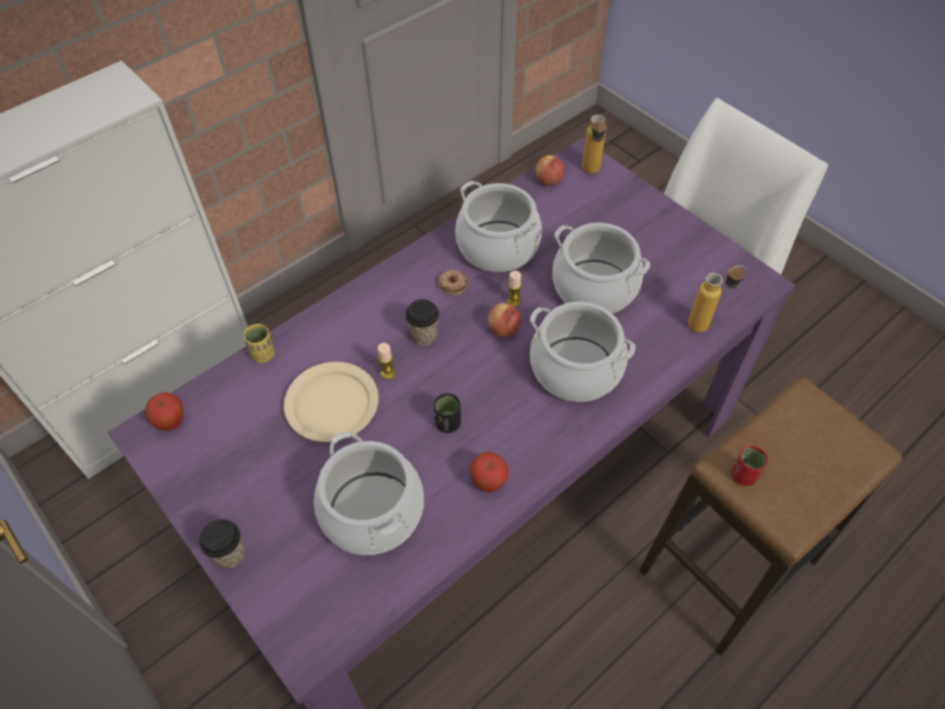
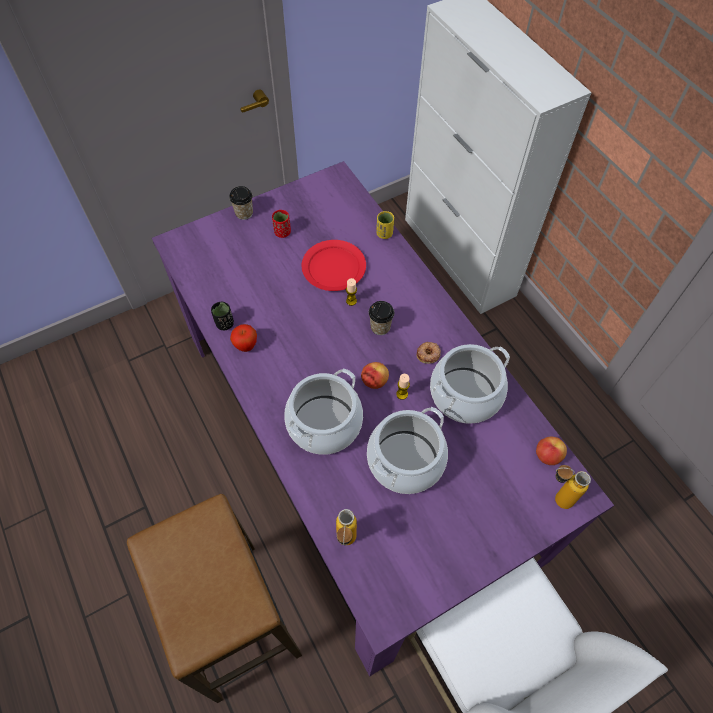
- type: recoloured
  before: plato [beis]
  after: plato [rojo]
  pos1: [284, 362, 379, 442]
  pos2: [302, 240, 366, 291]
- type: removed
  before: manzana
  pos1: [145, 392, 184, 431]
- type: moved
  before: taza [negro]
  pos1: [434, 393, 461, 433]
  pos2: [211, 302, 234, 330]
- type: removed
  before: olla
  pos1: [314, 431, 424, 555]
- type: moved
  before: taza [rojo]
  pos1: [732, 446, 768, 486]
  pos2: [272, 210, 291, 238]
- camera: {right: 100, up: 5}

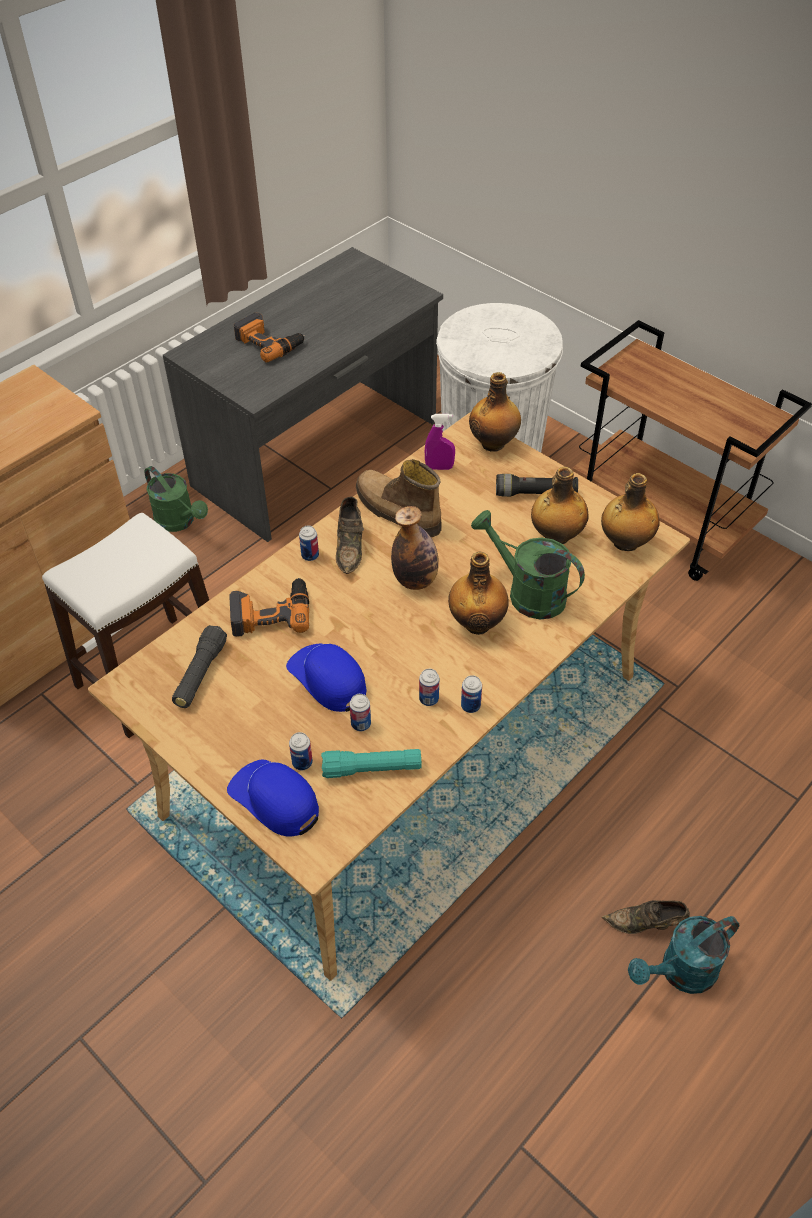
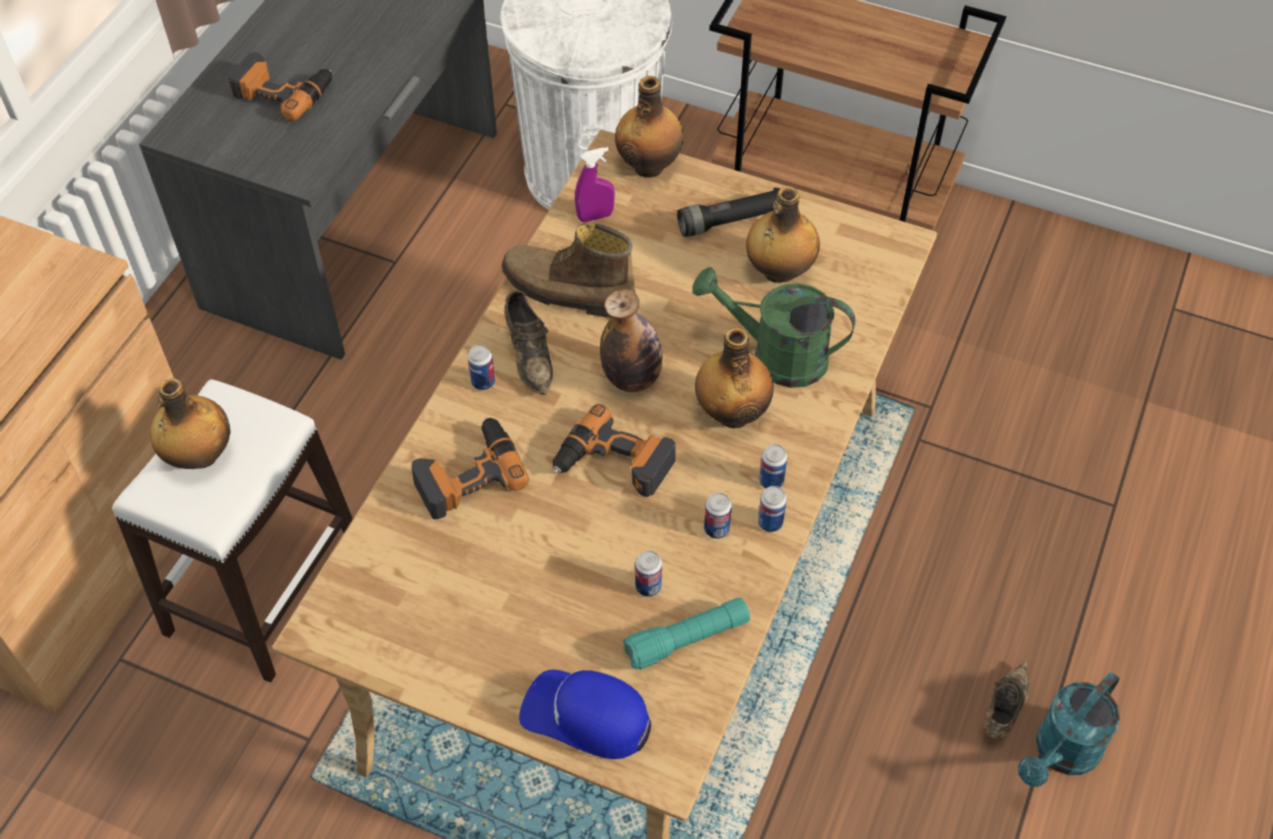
- type: removed
  before: regadera [verde]
  pos1: [145, 466, 208, 532]
- type: moved
  before: botella
  pos1: [601, 473, 660, 551]
  pos2: [150, 378, 230, 469]
- type: removed
  before: linterna [negro]
  pos1: [172, 625, 227, 708]
- type: removed
  before: gorra [azul]
  pos1: [286, 644, 367, 712]
- type: moved
  before: lata
  pos1: [289, 732, 313, 771]
  pos2: [759, 444, 787, 488]
- type: turned
  before: zapato [marrón]
  pos1: [602, 900, 690, 934]
  pos2: [985, 660, 1029, 739]
  turn: 135
- type: added
  after: taladro
  pos2: [553, 404, 676, 497]
- camera: {right: -20, up: 5}

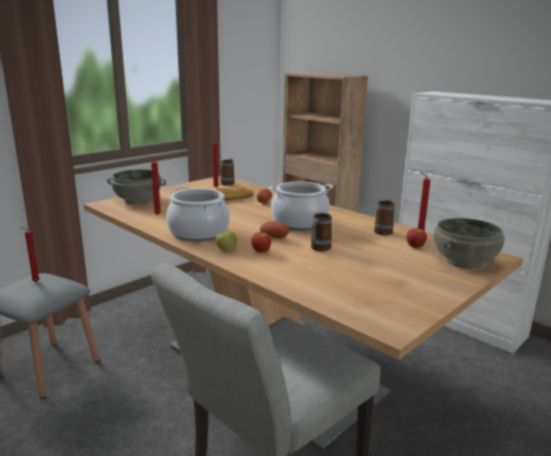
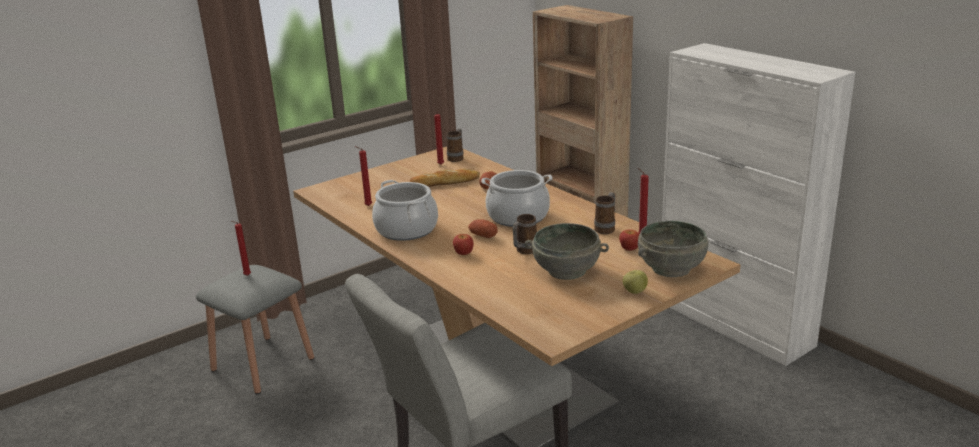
- type: moved
  before: cuenco [gris]
  pos1: [107, 169, 166, 205]
  pos2: [525, 223, 609, 280]
- type: moved
  before: manzana
  pos1: [215, 231, 237, 251]
  pos2: [623, 270, 648, 294]
- camera: {right: 10, up: 5}

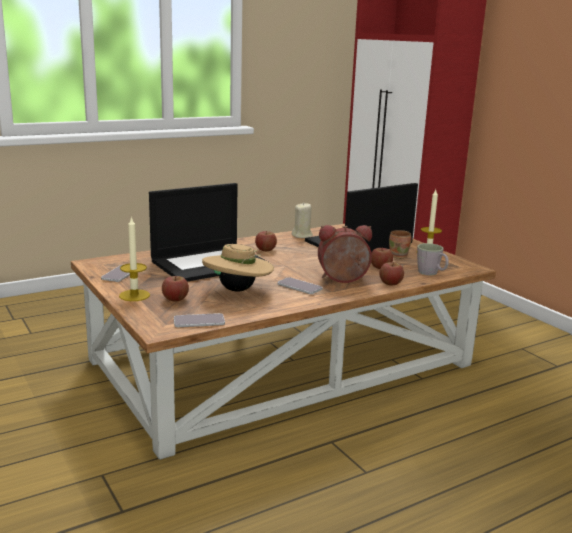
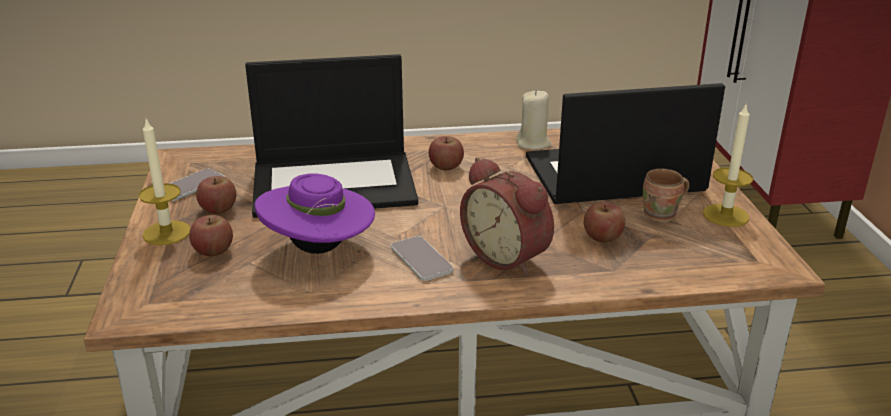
- type: turned
  before: despertador
  pos1: [318, 225, 372, 283]
  pos2: [460, 157, 554, 276]
  turn: -150
- type: removed
  before: taza grande [gris]
  pos1: [417, 243, 449, 275]
- type: recoloured
  before: sombrero [beis]
  after: sombrero [morado]
  pos1: [202, 244, 274, 292]
  pos2: [255, 174, 375, 254]
- type: moved
  before: manzana
  pos1: [379, 262, 404, 285]
  pos2: [196, 176, 236, 214]
- type: removed
  before: móvil
  pos1: [174, 313, 225, 327]
- camera: {right: 25, up: 10}

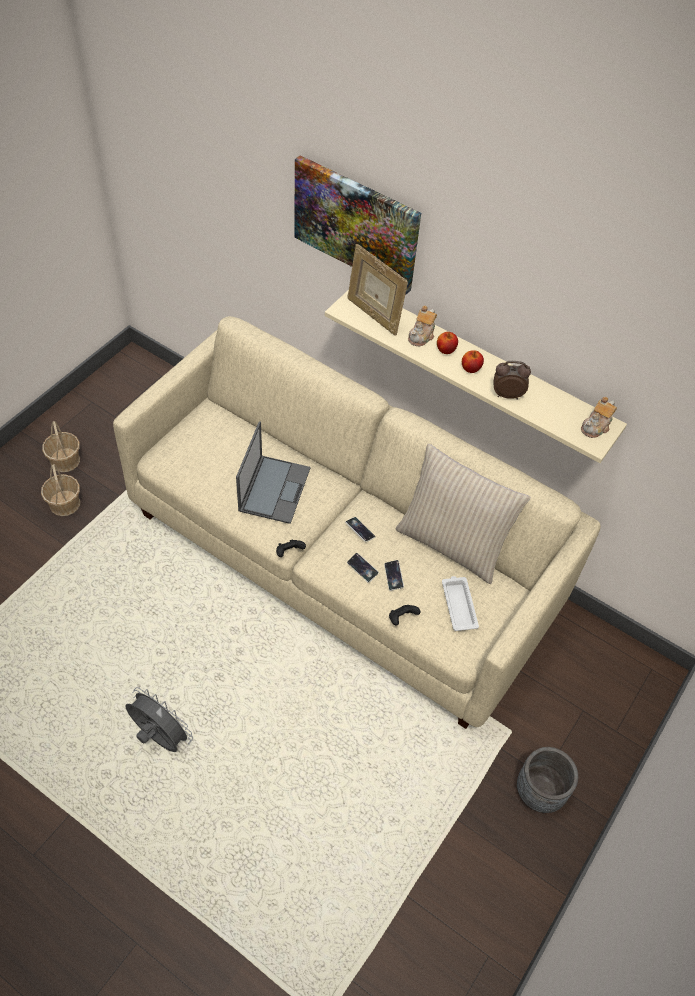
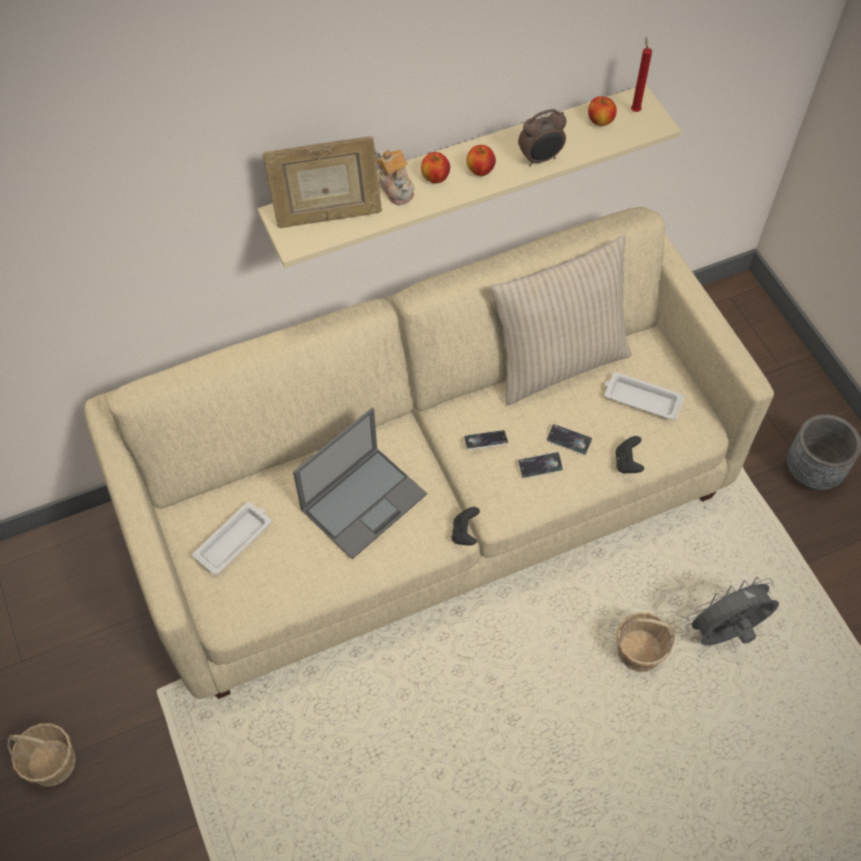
- type: removed
  before: cuadro
  pos1: [294, 155, 421, 295]
- type: turned
  before: despertador
  pos1: [493, 361, 531, 400]
  pos2: [518, 109, 567, 166]
  turn: -150
- type: replaced
  before: tetera
  after: vela [rojo]
  pos1: [581, 397, 617, 438]
  pos2: [631, 37, 652, 112]
- type: turned
  before: portátil
  pos1: [236, 421, 310, 524]
  pos2: [293, 407, 427, 559]
  turn: 90
- type: moved
  before: cesta
  pos1: [41, 464, 80, 516]
  pos2: [617, 612, 675, 672]
- type: moved
  before: ventilador [gris]
  pos1: [125, 687, 193, 752]
  pos2: [684, 577, 779, 645]
- type: added
  after: manzana
  pos2: [588, 96, 617, 126]
- type: added
  after: bandeja [blanco]
  pos2: [192, 502, 271, 575]
- camera: {right: -55, up: 5}

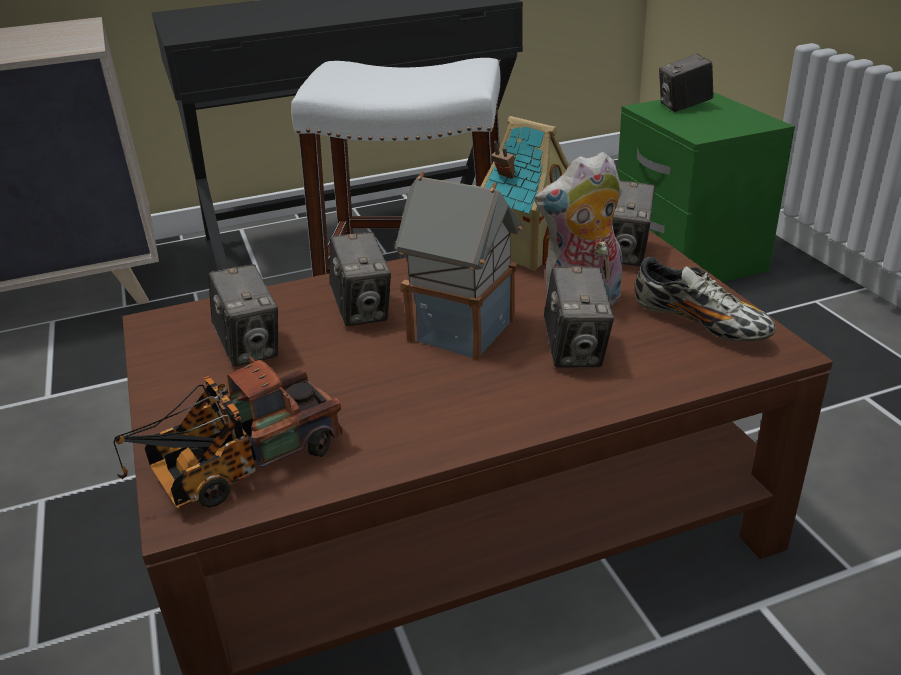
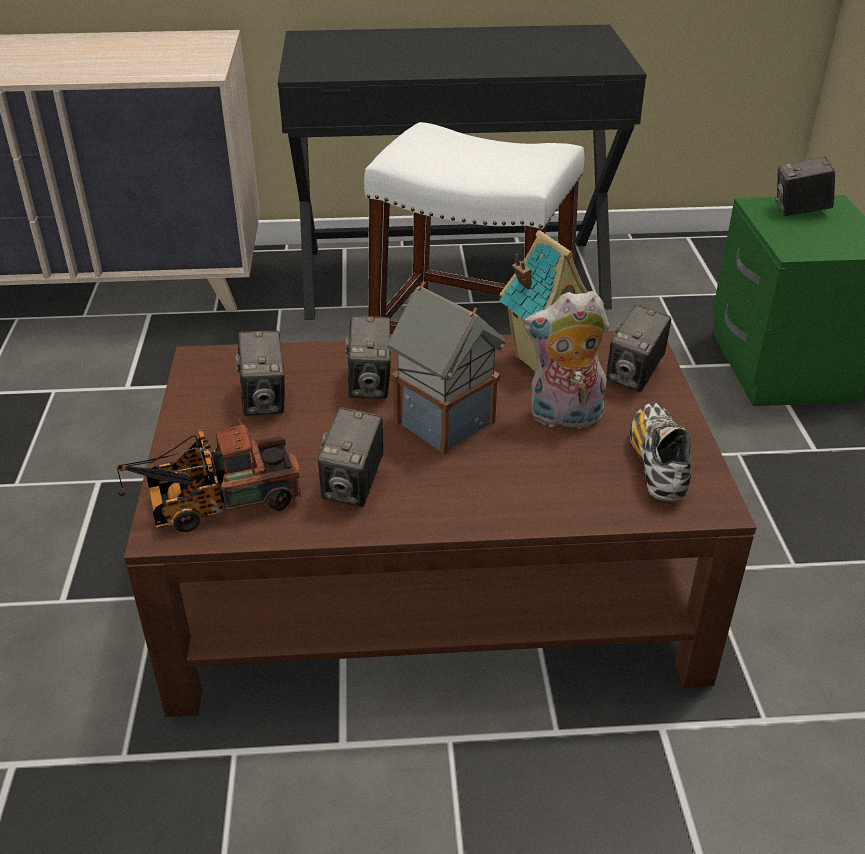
- type: turned
  before: zapato
  pos1: [635, 256, 776, 342]
  pos2: [630, 403, 692, 502]
  turn: -150
- type: moved
  before: cámara
  pos1: [544, 266, 614, 368]
  pos2: [318, 407, 383, 507]
- camera: {right: 15, up: 5}

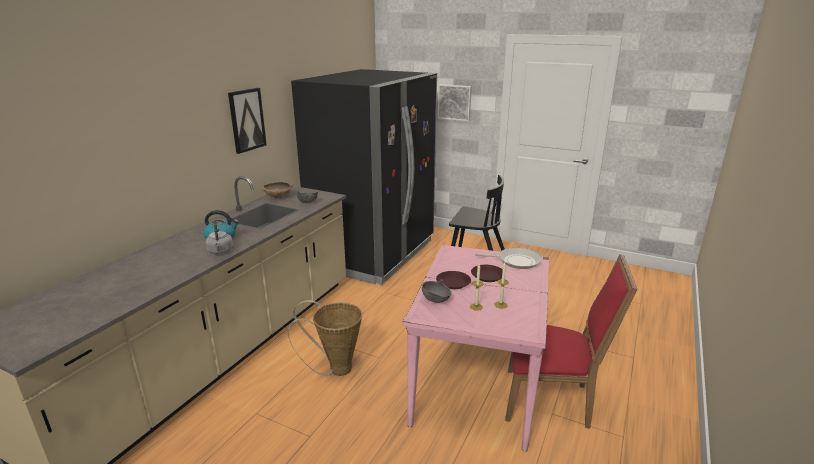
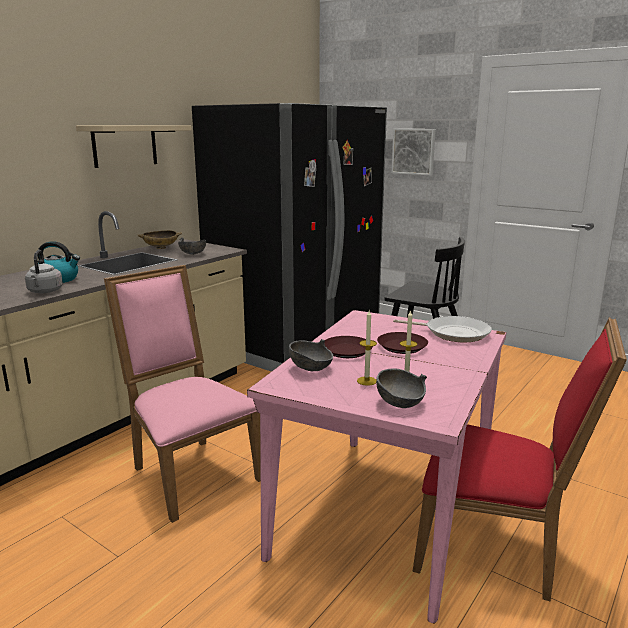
- type: replaced
  before: cuadro
  after: estante [beis]
  pos1: [228, 88, 267, 154]
  pos2: [76, 125, 191, 168]
- type: replaced
  before: cesta
  after: silla [rosa]
  pos1: [287, 300, 362, 376]
  pos2: [104, 265, 261, 523]
- type: added
  after: cuenco [gris]
  pos2: [376, 369, 427, 408]
- camera: {right: 10, up: -5}

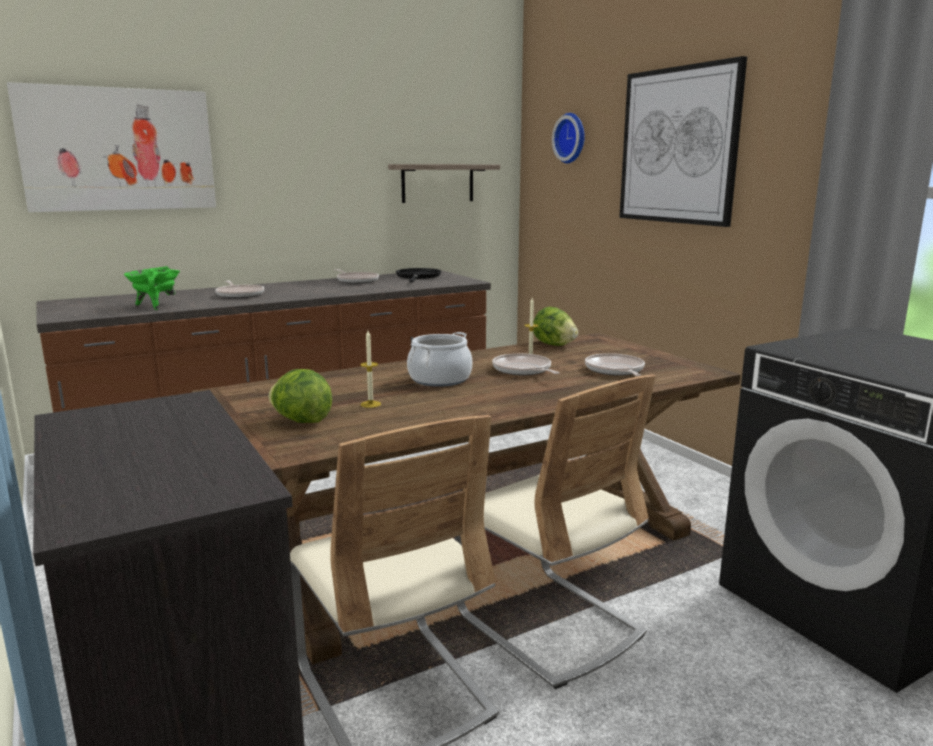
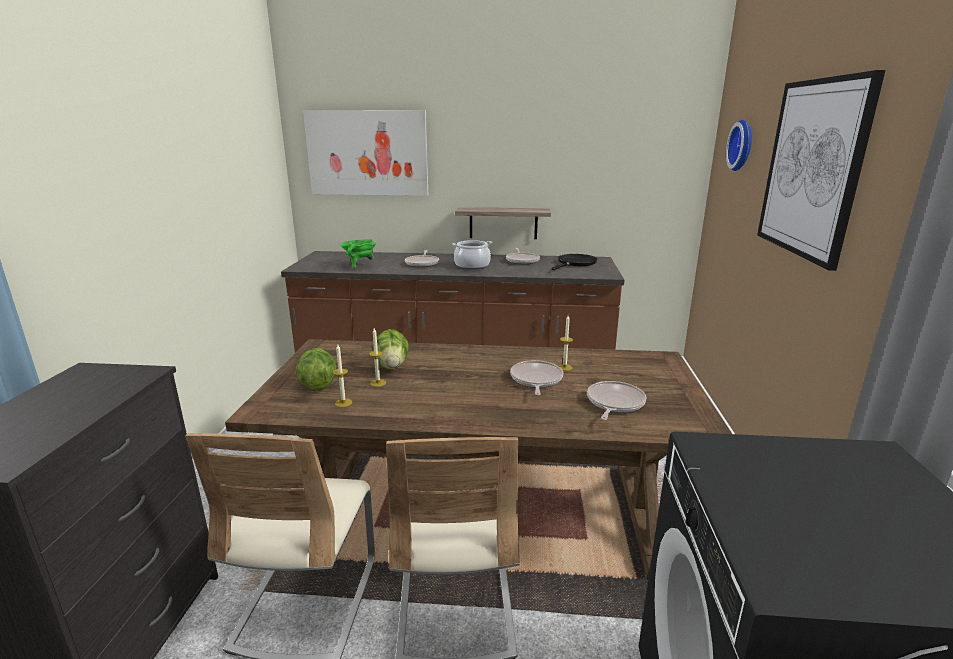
- type: moved
  before: estante
  pos1: [388, 164, 500, 203]
  pos2: [455, 207, 551, 239]
- type: moved
  before: lechuga
  pos1: [533, 307, 578, 346]
  pos2: [373, 329, 409, 369]
- type: moved
  before: olla
  pos1: [407, 332, 472, 387]
  pos2: [452, 240, 492, 270]
- type: added
  after: vela
  pos2: [333, 345, 352, 407]
- camera: {right: 35, up: 5}

